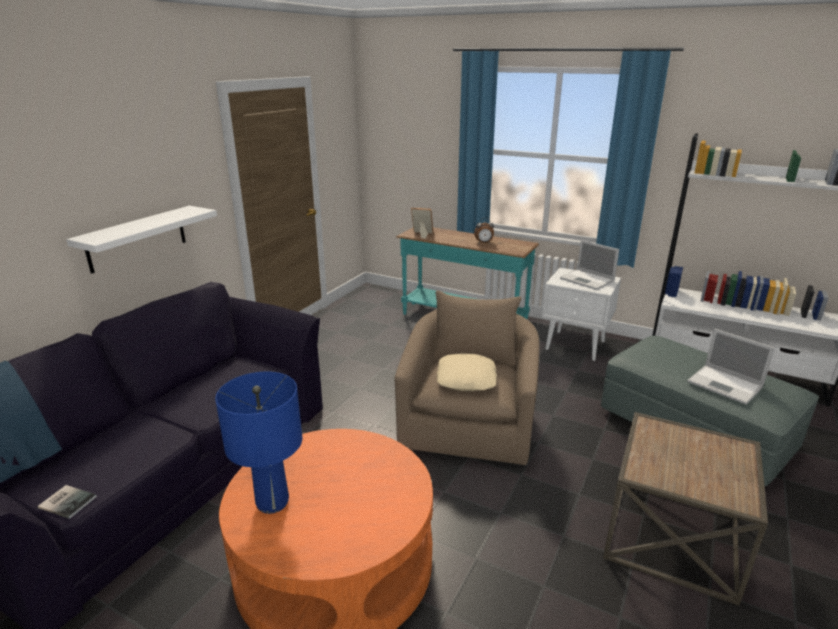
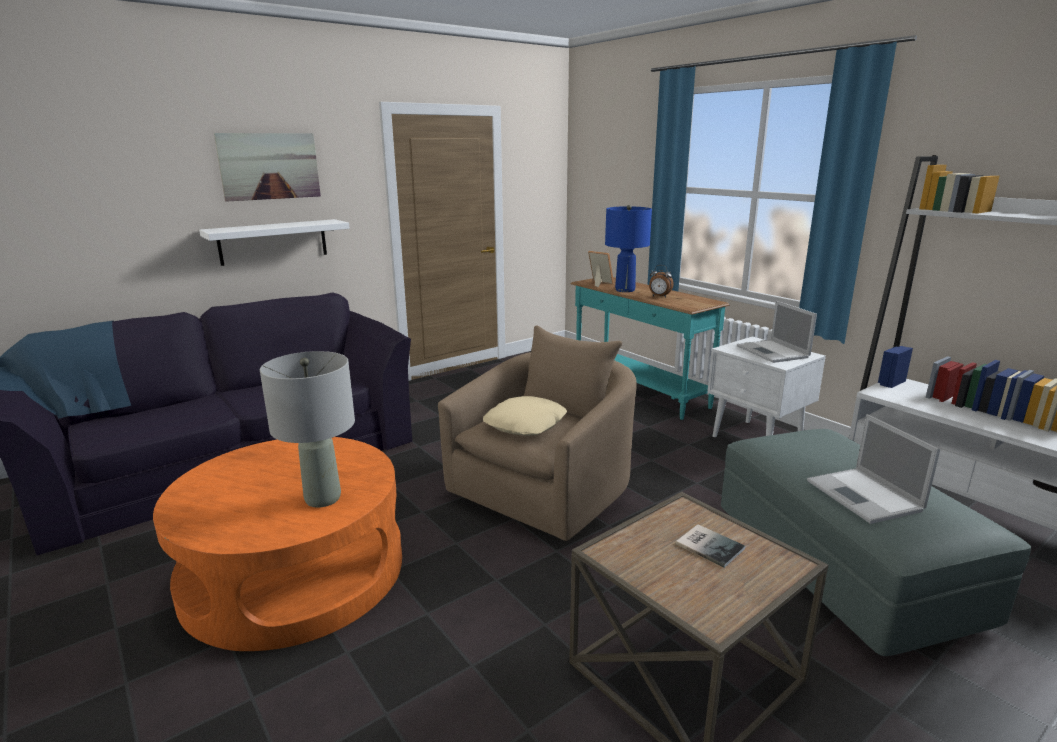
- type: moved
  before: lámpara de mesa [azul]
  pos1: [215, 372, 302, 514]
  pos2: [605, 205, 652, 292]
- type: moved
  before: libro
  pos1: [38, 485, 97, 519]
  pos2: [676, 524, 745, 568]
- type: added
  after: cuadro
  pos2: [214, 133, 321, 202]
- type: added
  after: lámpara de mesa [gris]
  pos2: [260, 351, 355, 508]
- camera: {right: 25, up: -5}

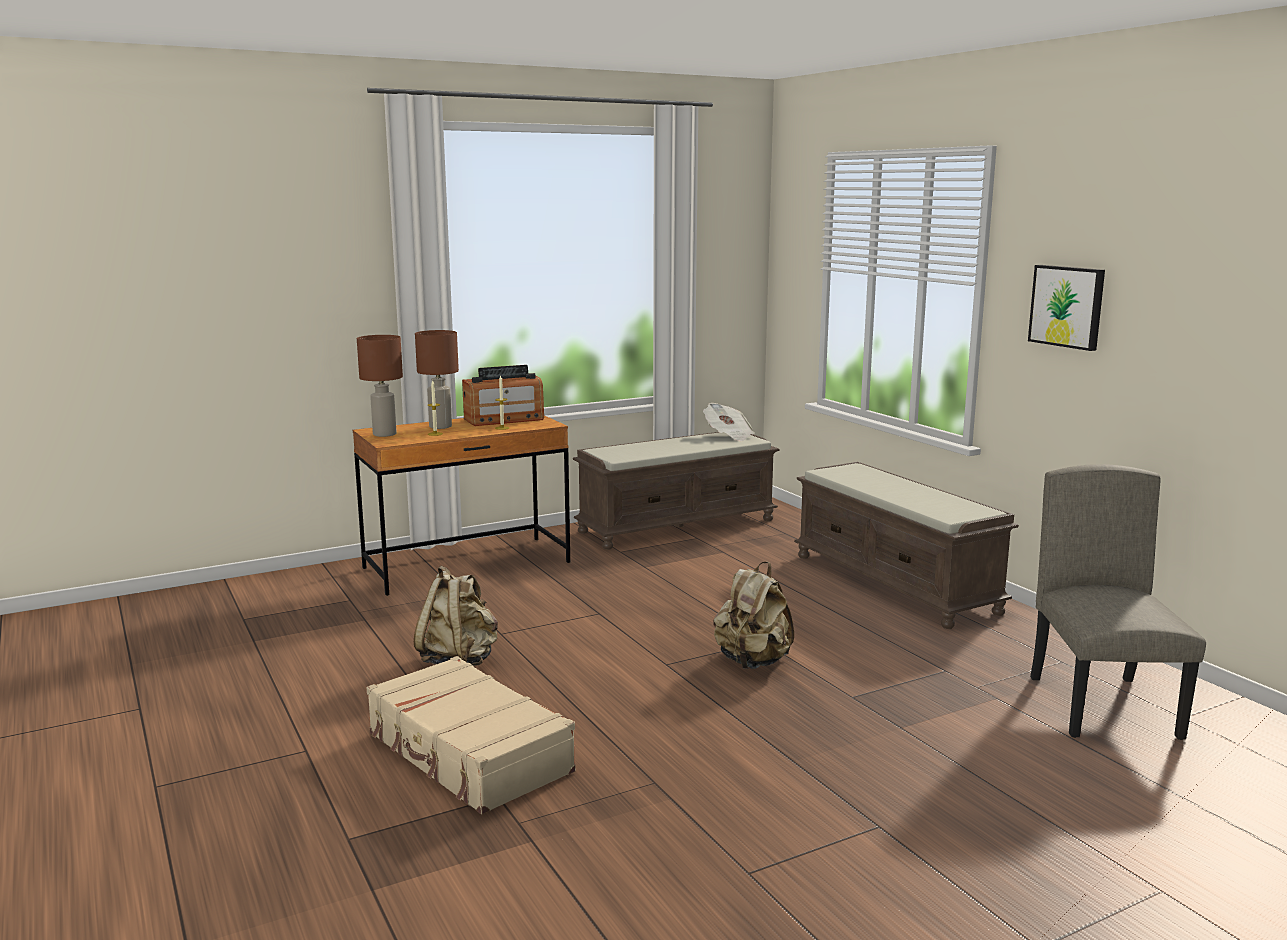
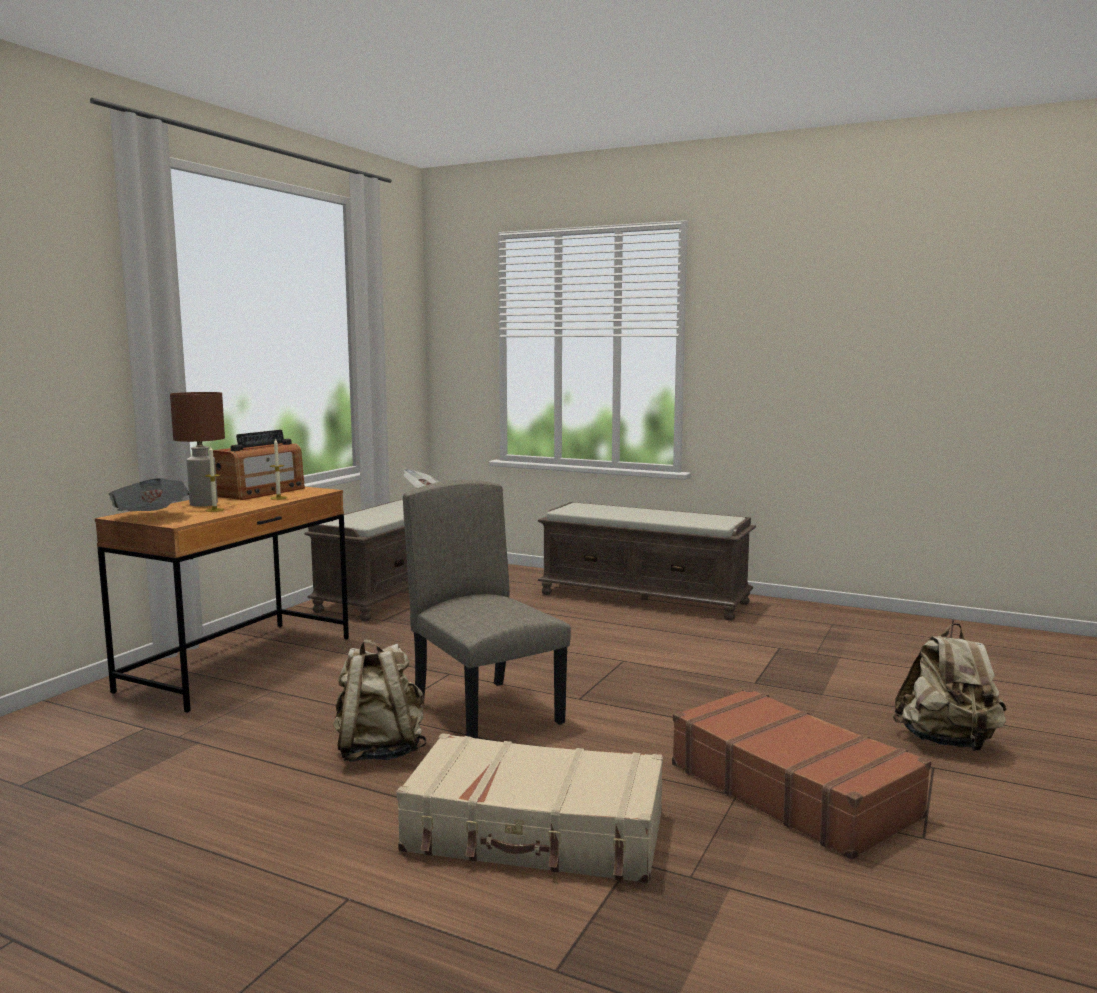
- type: removed
  before: cuadro
  pos1: [1028, 265, 1105, 351]
- type: replaced
  before: lámpara de mesa [marrón]
  after: periódico
  pos1: [357, 335, 403, 437]
  pos2: [109, 478, 190, 511]
- type: moved
  before: silla [beis]
  pos1: [1030, 464, 1206, 740]
  pos2: [403, 480, 571, 739]
- type: moved
  before: mochila [beis]
  pos1: [713, 562, 794, 669]
  pos2: [893, 623, 1007, 751]
- type: added
  after: maleta [marrón]
  pos2: [672, 688, 931, 860]
- camera: {right: -35, up: -5}

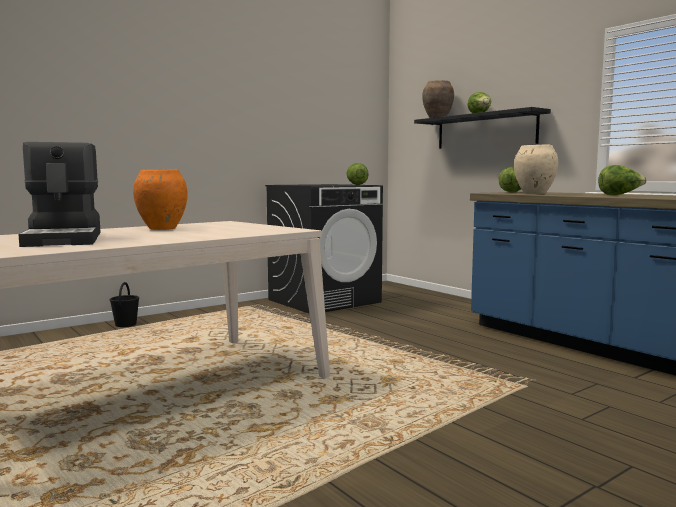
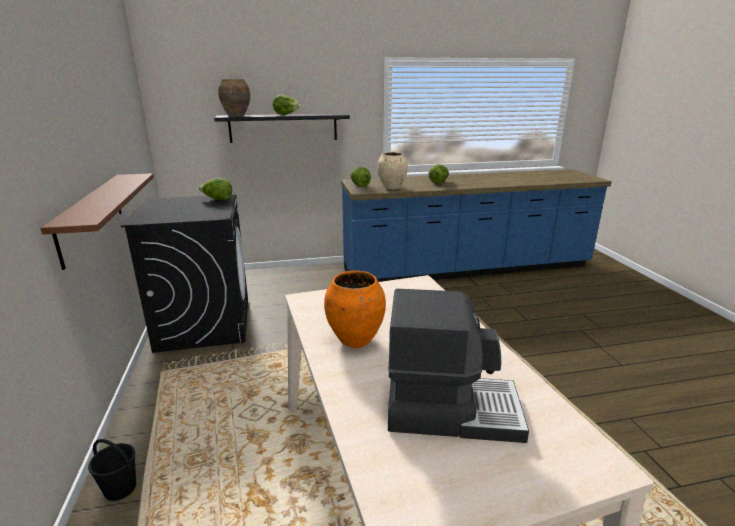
- type: added
  after: estante [marrón]
  pos2: [40, 173, 154, 270]
- camera: {right: -65, up: 15}

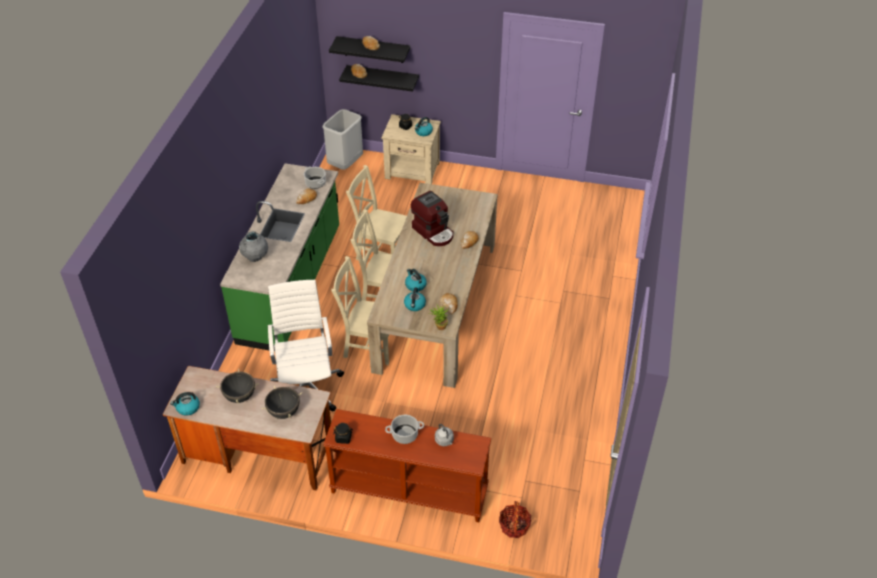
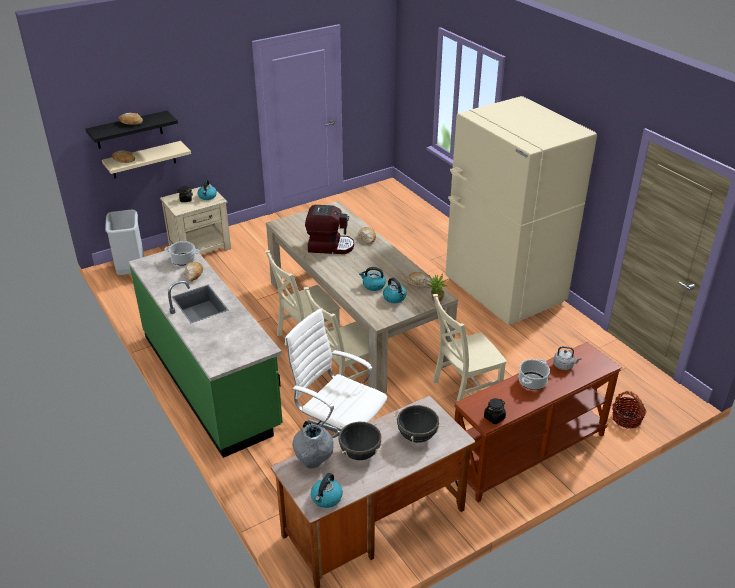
- type: recoloured
  before: estante [negro]
  after: estante [beis]
  pos1: [339, 65, 419, 92]
  pos2: [102, 141, 191, 178]
- type: moved
  before: silla [beis]
  pos1: [346, 165, 407, 260]
  pos2: [433, 294, 507, 411]
- type: moved
  before: florero [gris]
  pos1: [239, 231, 268, 262]
  pos2: [293, 424, 334, 468]
- type: added
  after: nevera [beis]
  pos2: [445, 96, 597, 325]
- camera: {right: -45, up: -10}

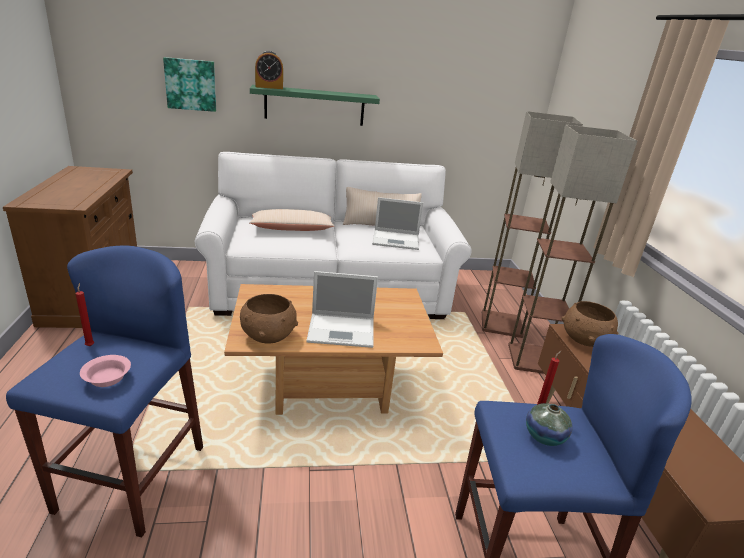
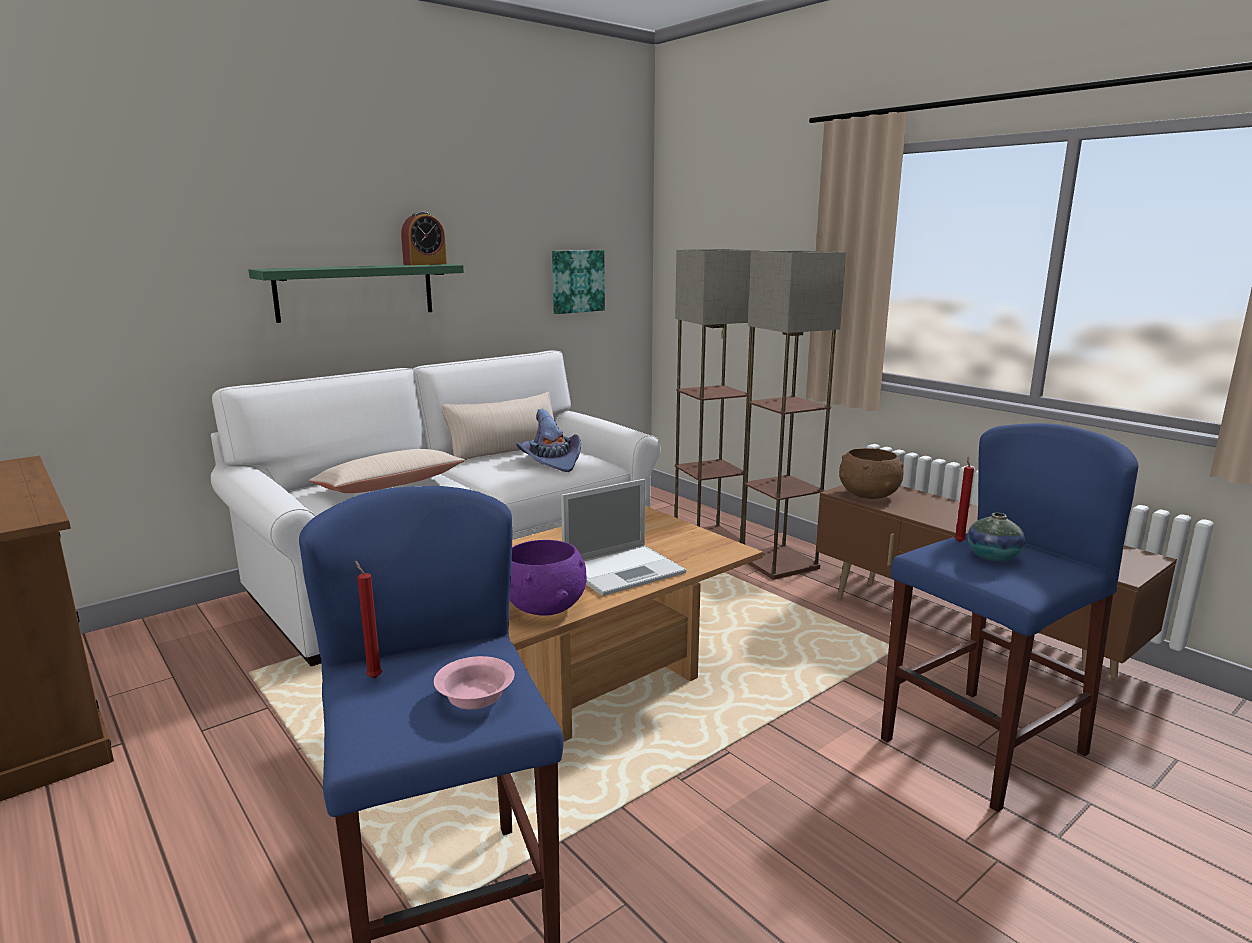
- type: moved
  before: despertador
  pos1: [255, 51, 283, 89]
  pos2: [401, 212, 447, 265]
- type: moved
  before: cuadro
  pos1: [163, 57, 216, 112]
  pos2: [552, 250, 605, 314]
- type: replaced
  before: portátil
  after: sombrero [morado]
  pos1: [372, 197, 423, 250]
  pos2: [516, 409, 581, 472]
- type: recoloured
  before: cuenco [marrón]
  after: cuenco [morado]
  pos1: [240, 294, 298, 344]
  pos2: [509, 540, 587, 616]
- camera: {right: -30, up: -10}

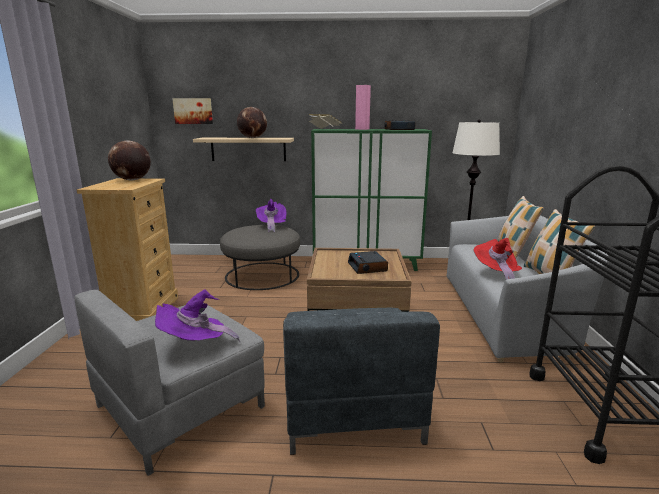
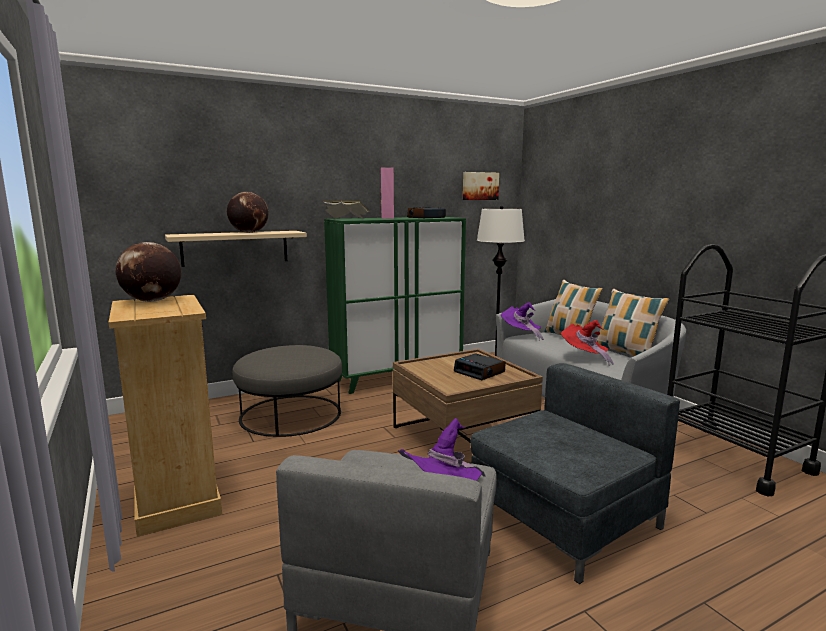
- type: moved
  before: cuadro
  pos1: [172, 98, 213, 124]
  pos2: [463, 172, 499, 200]
- type: moved
  before: sombrero [morado]
  pos1: [256, 199, 286, 232]
  pos2: [501, 302, 544, 341]
- type: turned
  before: sillón [gris]
  pos1: [283, 308, 440, 455]
  pos2: [470, 363, 680, 584]
  turn: -90
- camera: {right: -30, up: -5}

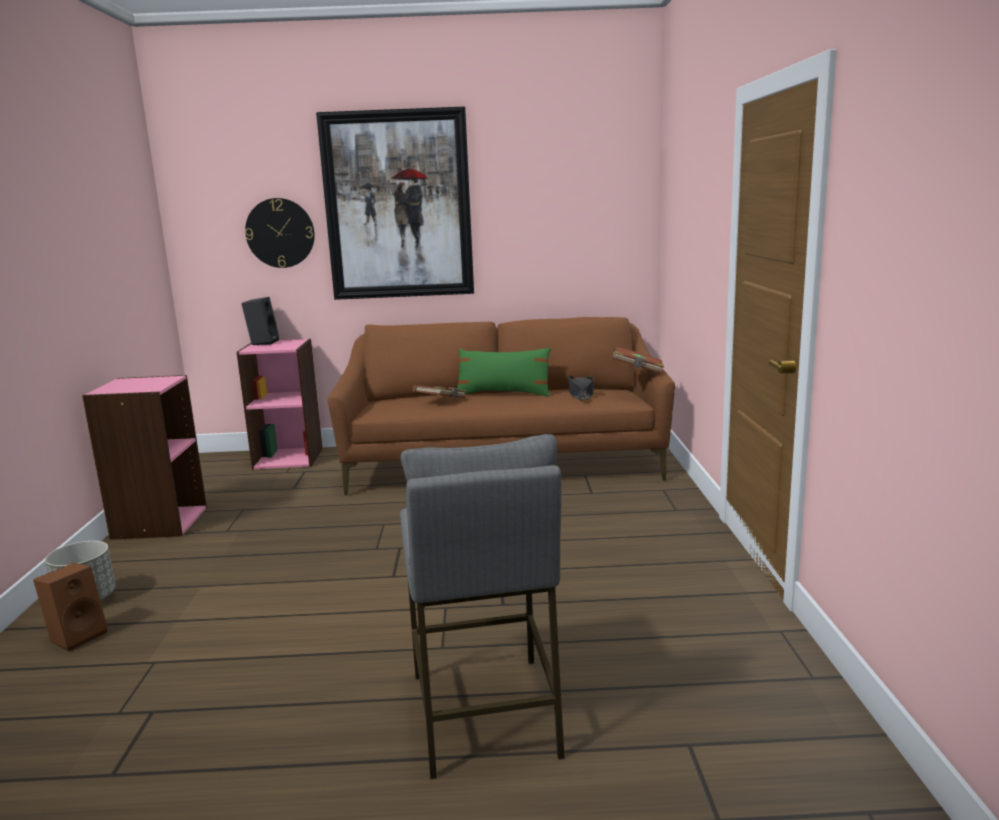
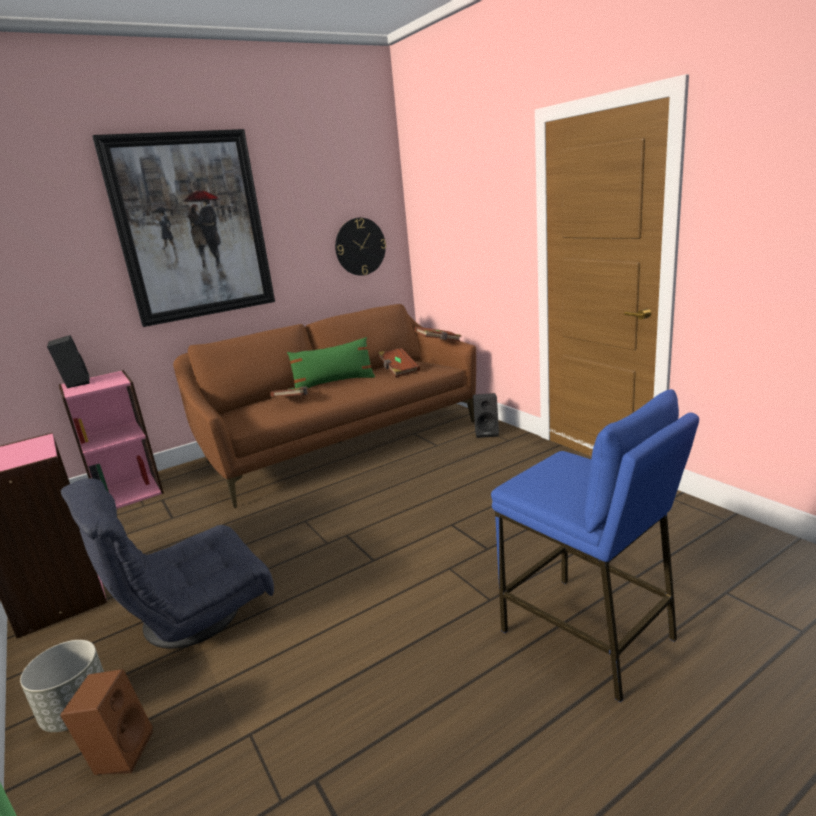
- type: moved
  before: reloj de pared
  pos1: [245, 198, 315, 268]
  pos2: [335, 218, 386, 276]
- type: replaced
  before: sombrero [negro]
  after: libro [marrón]
  pos1: [569, 375, 594, 400]
  pos2: [379, 348, 420, 377]
- type: recoloured
  before: taburete [gris]
  after: taburete [azul]
  pos1: [400, 434, 565, 779]
  pos2: [491, 389, 699, 703]
- type: added
  after: altavoz [negro]
  pos2: [473, 393, 499, 438]
- type: added
  after: sillón [gris]
  pos2: [61, 478, 274, 649]
- camera: {right: -30, up: 5}

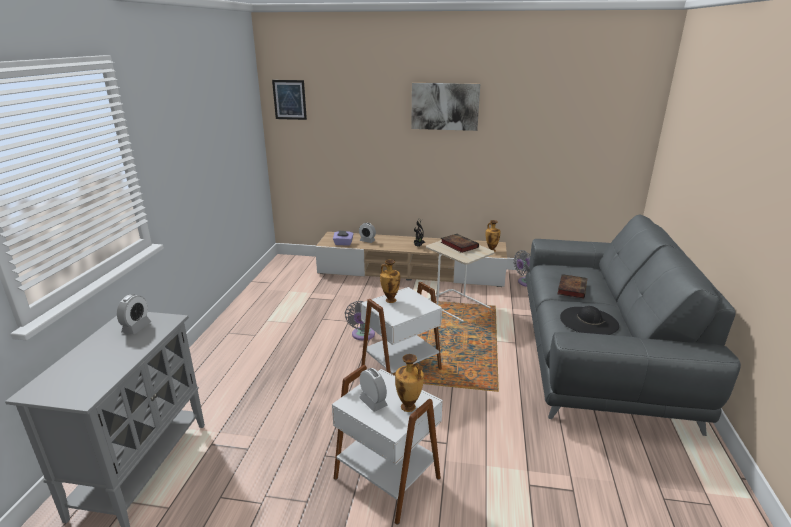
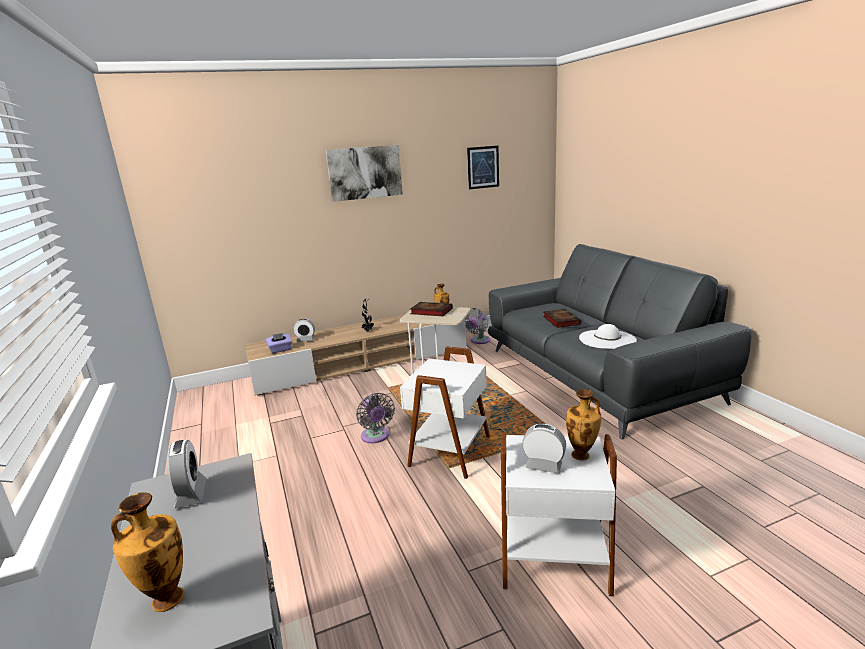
- type: moved
  before: cuadro
  pos1: [272, 80, 307, 120]
  pos2: [467, 146, 499, 190]
- type: moved
  before: florero
  pos1: [380, 259, 400, 303]
  pos2: [111, 492, 184, 612]
- type: recoloured
  before: sombrero [negro]
  after: sombrero [blanco]
  pos1: [560, 306, 619, 335]
  pos2: [579, 324, 637, 349]
- camera: {right: -30, up: -5}

